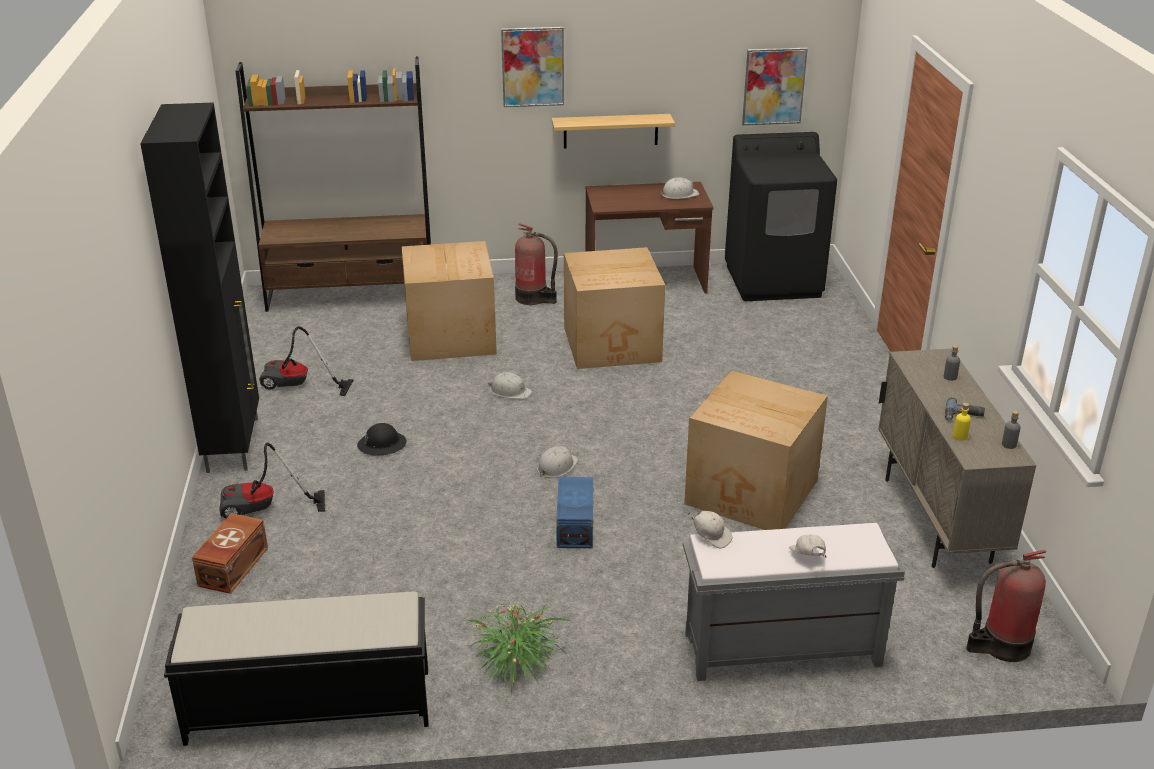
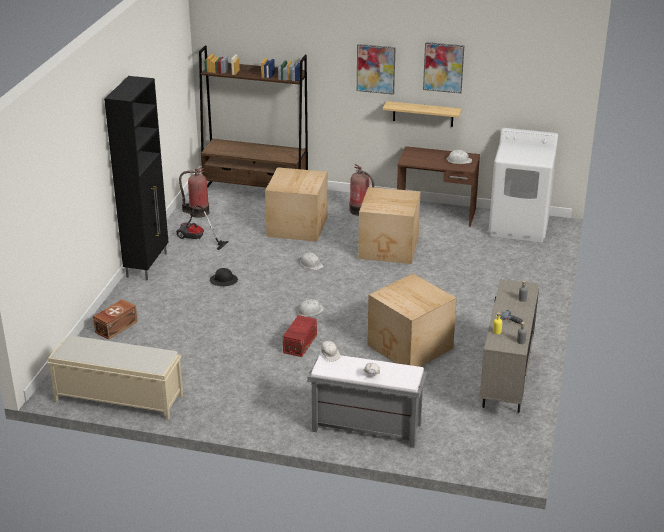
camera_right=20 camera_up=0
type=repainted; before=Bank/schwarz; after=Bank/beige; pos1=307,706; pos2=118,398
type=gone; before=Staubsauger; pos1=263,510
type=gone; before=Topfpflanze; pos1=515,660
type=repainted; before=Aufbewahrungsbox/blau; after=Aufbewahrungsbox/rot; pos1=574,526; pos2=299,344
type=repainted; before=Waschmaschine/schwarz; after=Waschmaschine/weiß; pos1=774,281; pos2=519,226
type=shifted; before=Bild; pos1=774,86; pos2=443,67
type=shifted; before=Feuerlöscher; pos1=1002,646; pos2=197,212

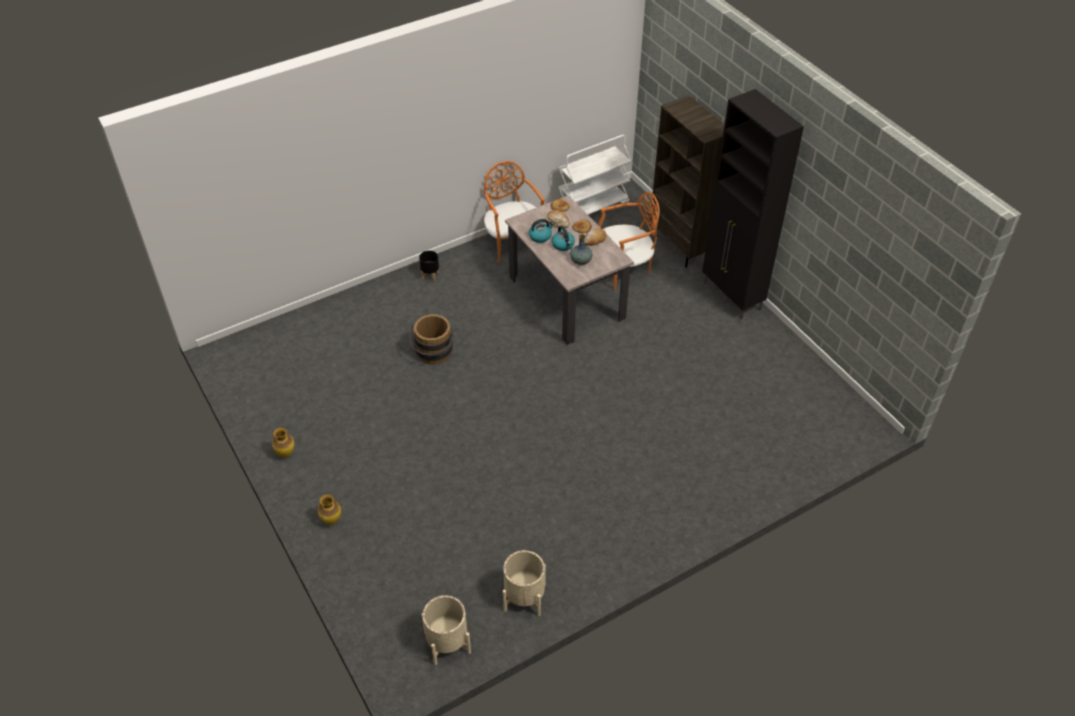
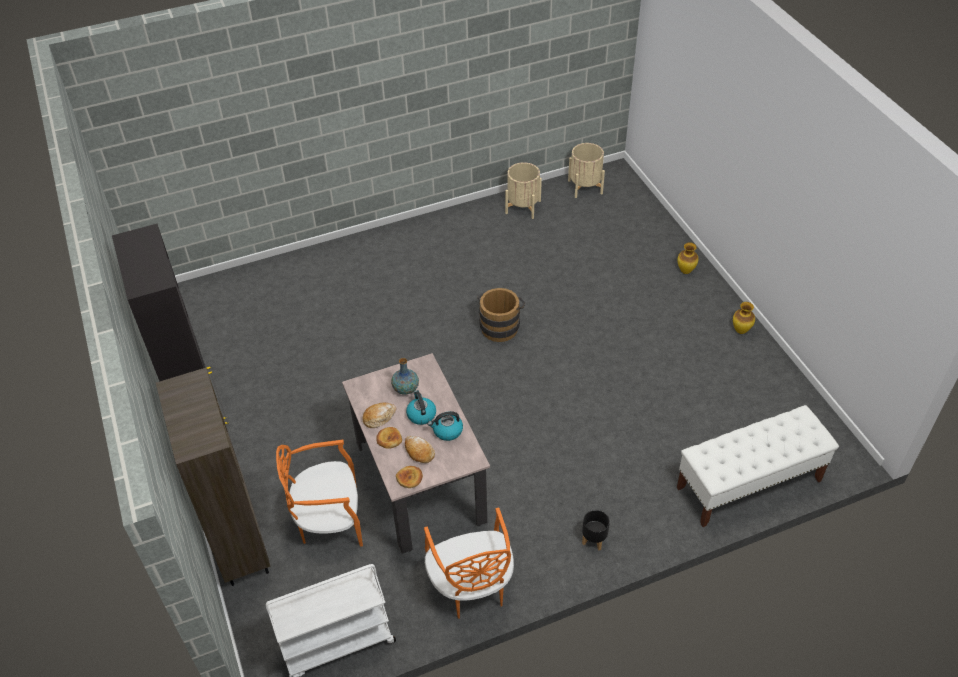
camera_right=-170 camera_up=0
type=shifted; before=Eimer/braun; pos1=433,354; pos2=500,325
type=new; after=Bank/weiß; pos2=748,484

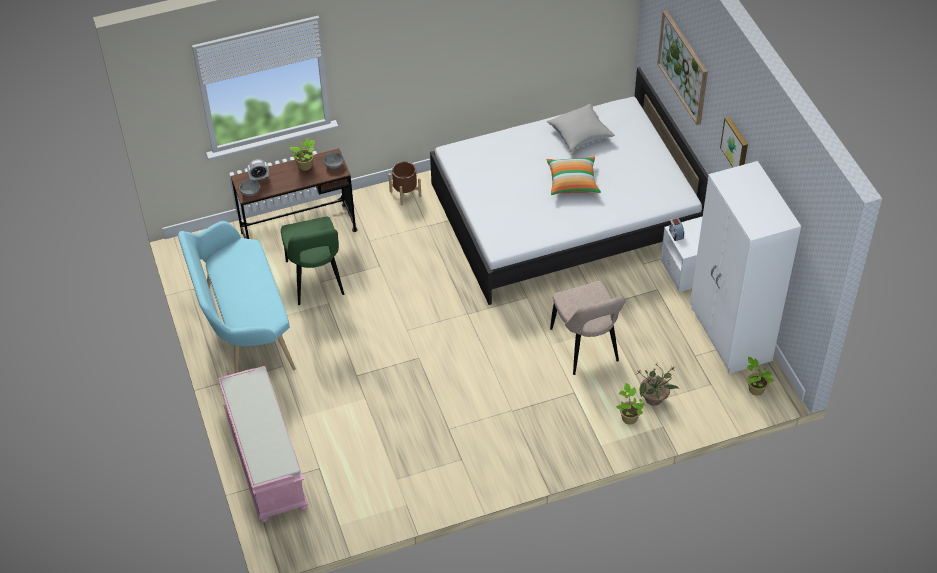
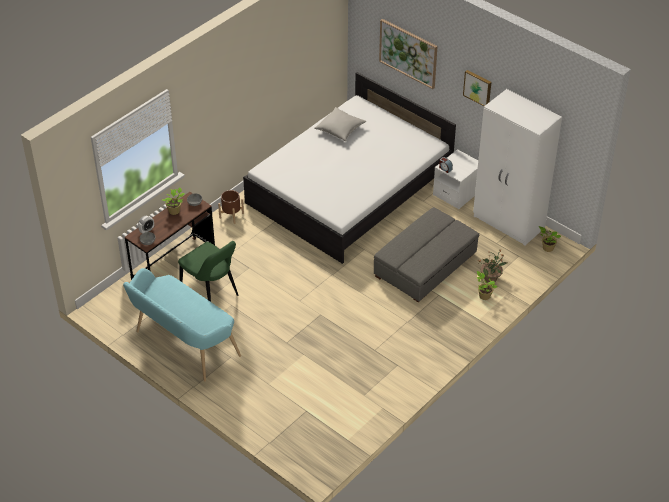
camera_right=-30 camera_up=-5
type=gone; before=Bank/rosa; pos1=264,459
type=gone; before=Kissen; pos1=572,182
type=swapped; before=Stuhl/beige; after=Polsterhocker/grau; pos1=585,348; pos2=425,265

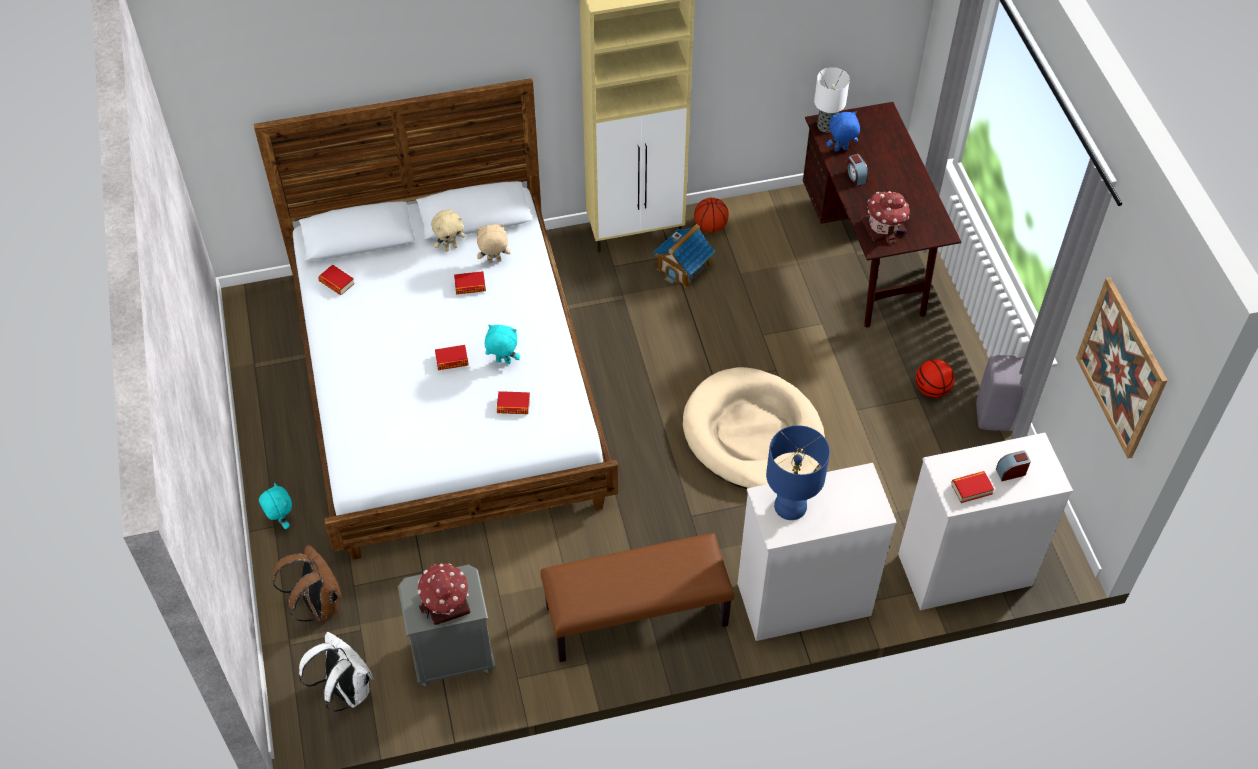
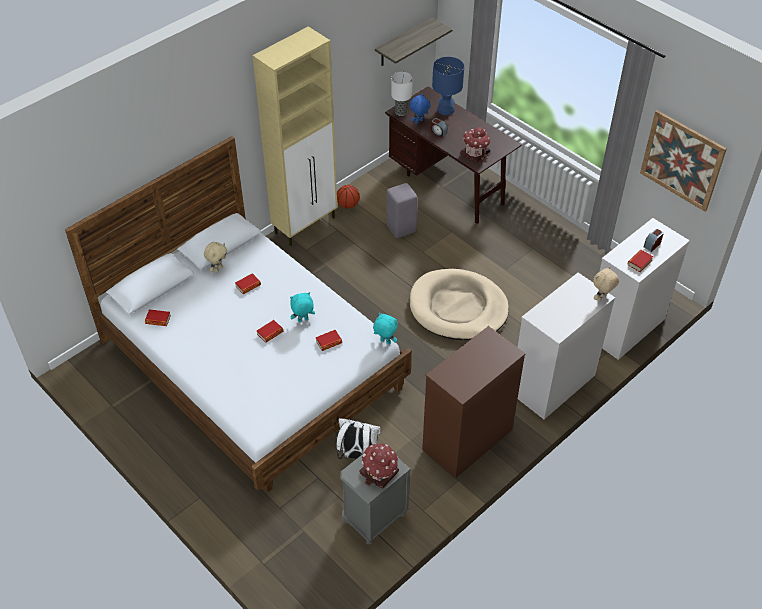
camera_right=-30 camera_up=-5
type=shifted; before=Plüschtier/türkis; pos1=281,521; pos2=385,342
type=gone; before=Rucksack/braun; pos1=318,604
type=shifted; before=Rucksack/weiß; pos1=345,690; pos2=357,455
type=shifted; before=Plüschtier/beige; pos1=494,262; pos2=602,298
type=swapped; before=Bank/braun; after=Kommode/braun; pos1=636,617; pos2=467,440
type=gone; before=Spielzeughaus; pos1=683,267
type=shifted; before=Tischlampe/blau; pos1=791,506; pos2=446,110
type=gone; before=Basketball; pos1=932,389
type=shifted; before=Hocker/grau; pos1=994,416; pos2=400,229
type=new; after=Wandregal; pos2=403,43

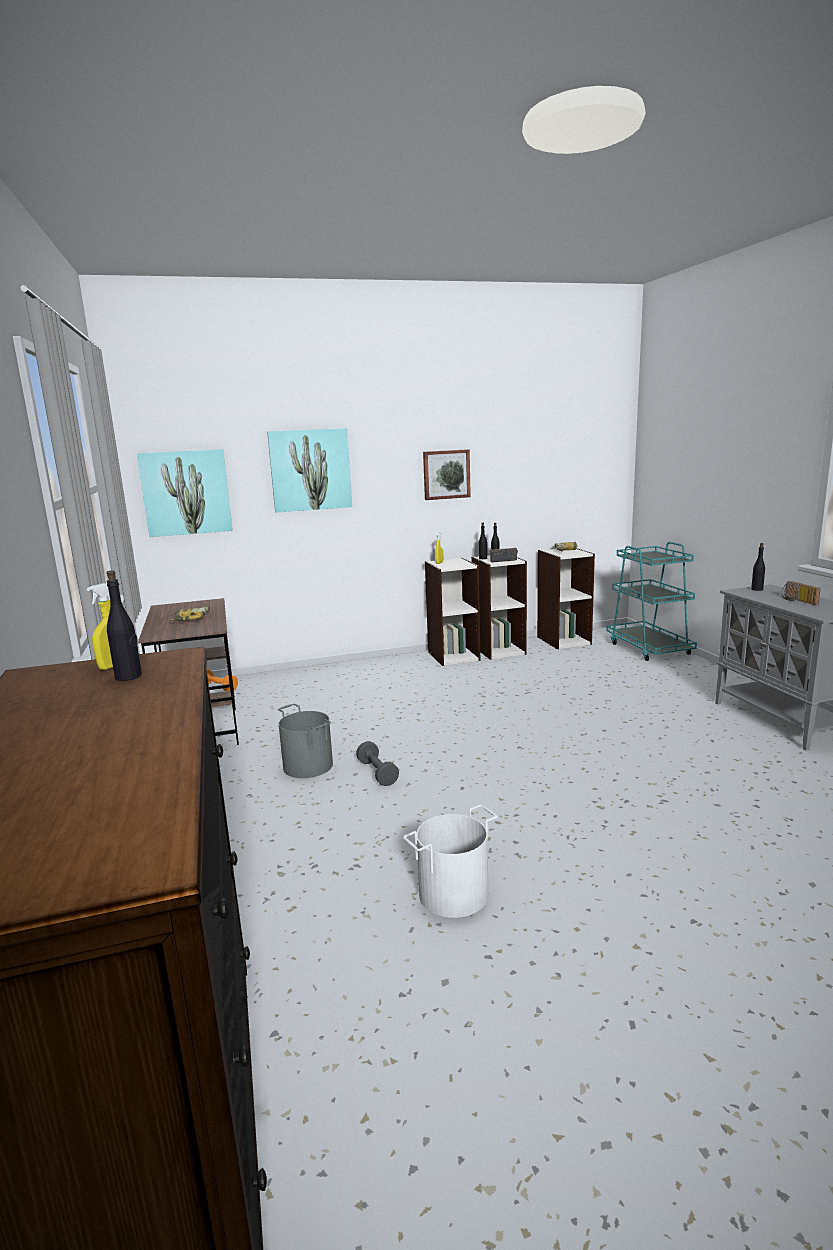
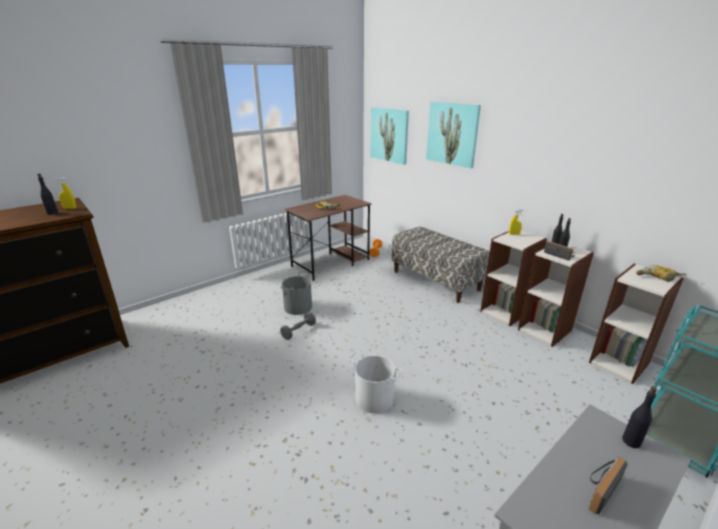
camera_right=65 camera_up=10
type=shifted; before=Eimer/weiß; pos1=453,893; pos2=374,398
type=gone; before=Bild; pos1=446,474
type=new; after=Bank; pos2=436,280

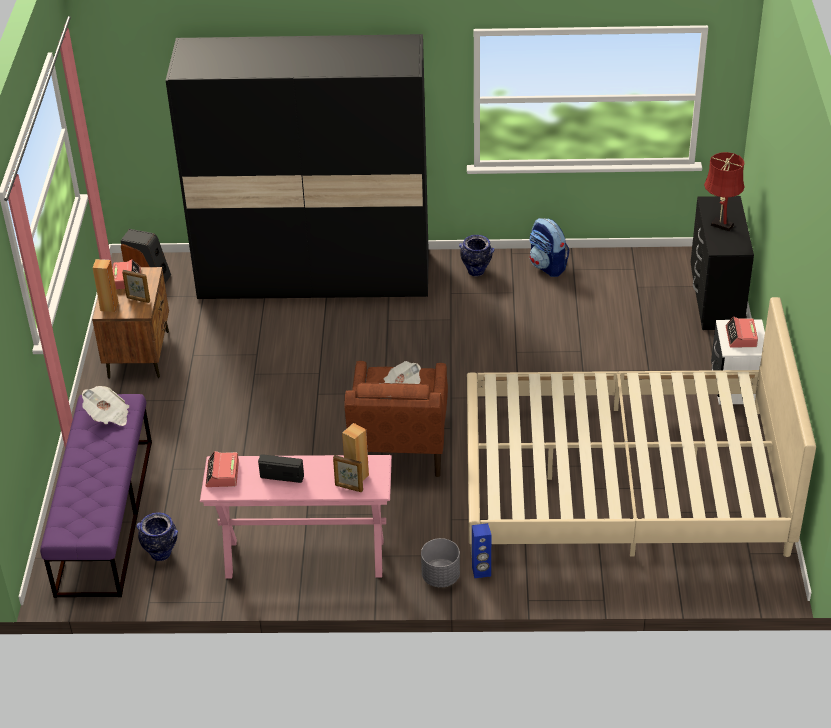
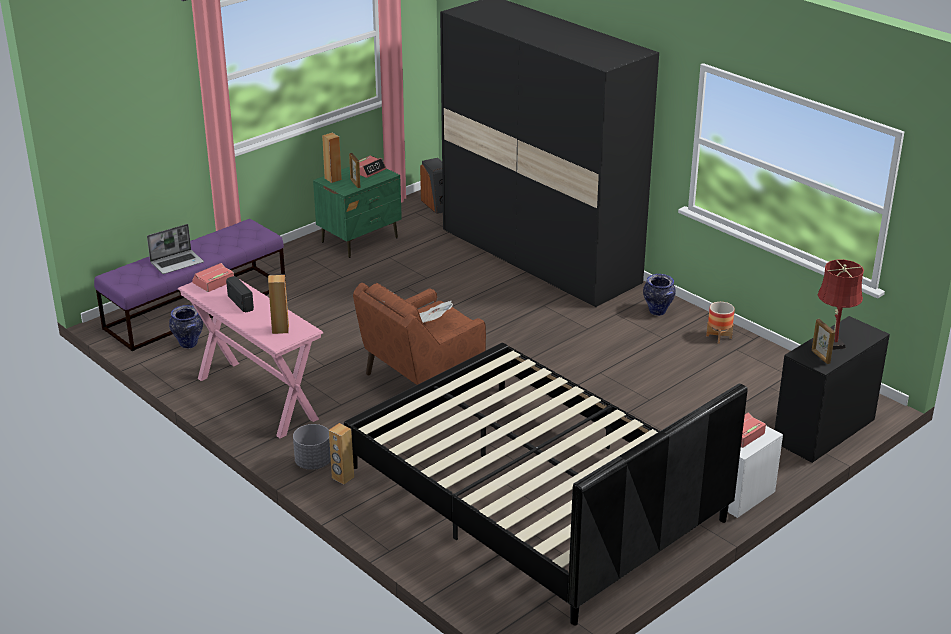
camera_right=45 camera_up=-10
type=gone; before=Zeitung; pos1=108,416
type=repainted; before=Nachttisch/braun; after=Nachttisch/grün; pos1=139,354; pos2=360,240
type=shifted; before=Bilderrahmen; pos1=349,488; pos2=820,357
type=repainted; before=Bett/beige; after=Bett/schwarz; pos1=623,482; pos2=533,494
type=repainted; before=Lautsprecher/blau; after=Lautsprecher/braun; pos1=481,571; pos2=342,478
type=swapped; before=Rucksack; after=Pflanzkübel; pos1=548,266; pos2=719,337
type=new; after=Laptop; pos2=177,263

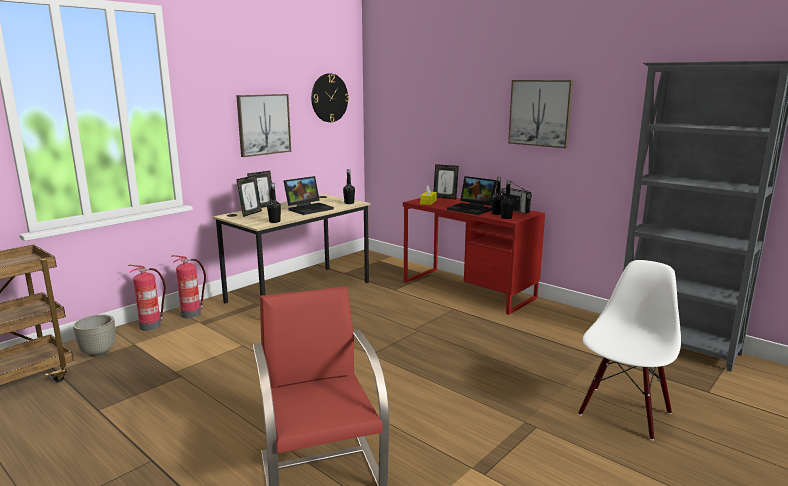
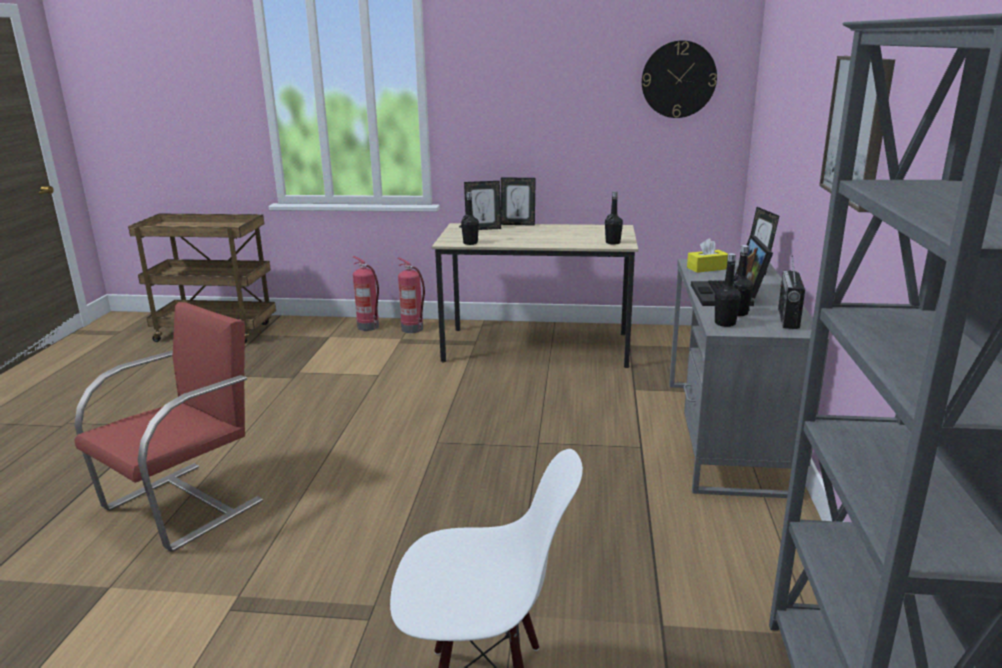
camera_right=55 camera_up=5
type=gone; before=Pflanzkübel/grau; pos1=98,352
type=gone; before=Bild; pos1=263,124
type=gone; before=Laptop; pos1=309,208
type=repainted; before=Schreibtisch/rot; after=Schreibtisch/grau; pos1=468,290; pos2=726,434

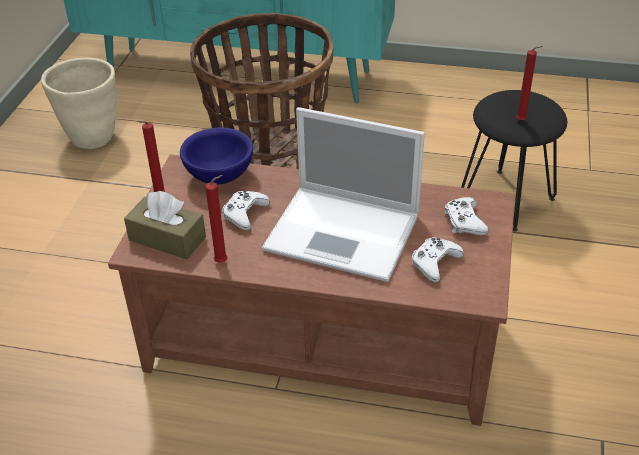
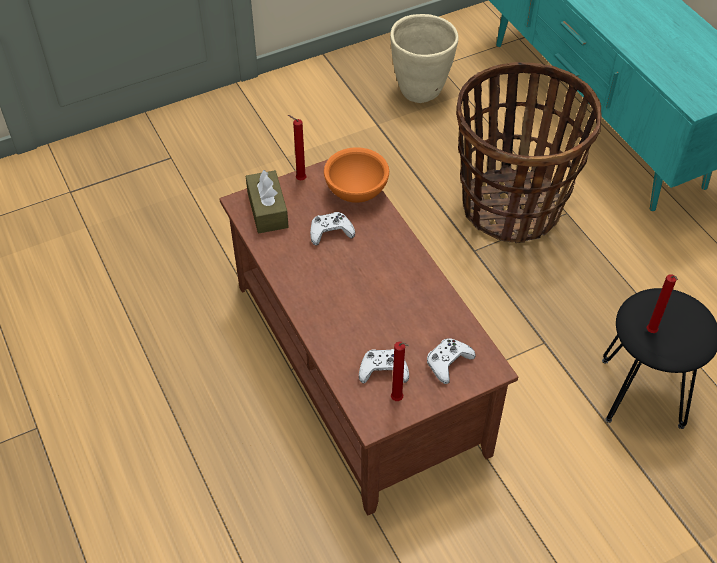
camera_right=50 camera_up=10
type=repainted; before=Schüssel/blau; after=Schüssel/orange; pos1=219,175; pos2=356,191
type=shifted; before=Kerze/rot; pos1=223,262; pos2=398,400
type=gone; before=Laptop; pos1=345,233

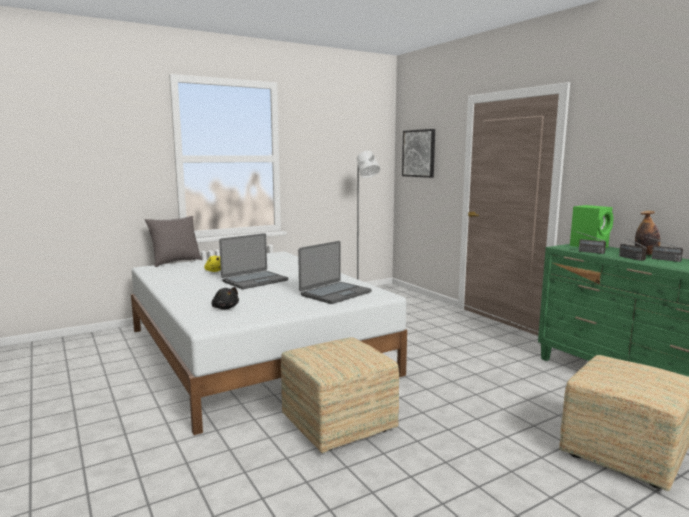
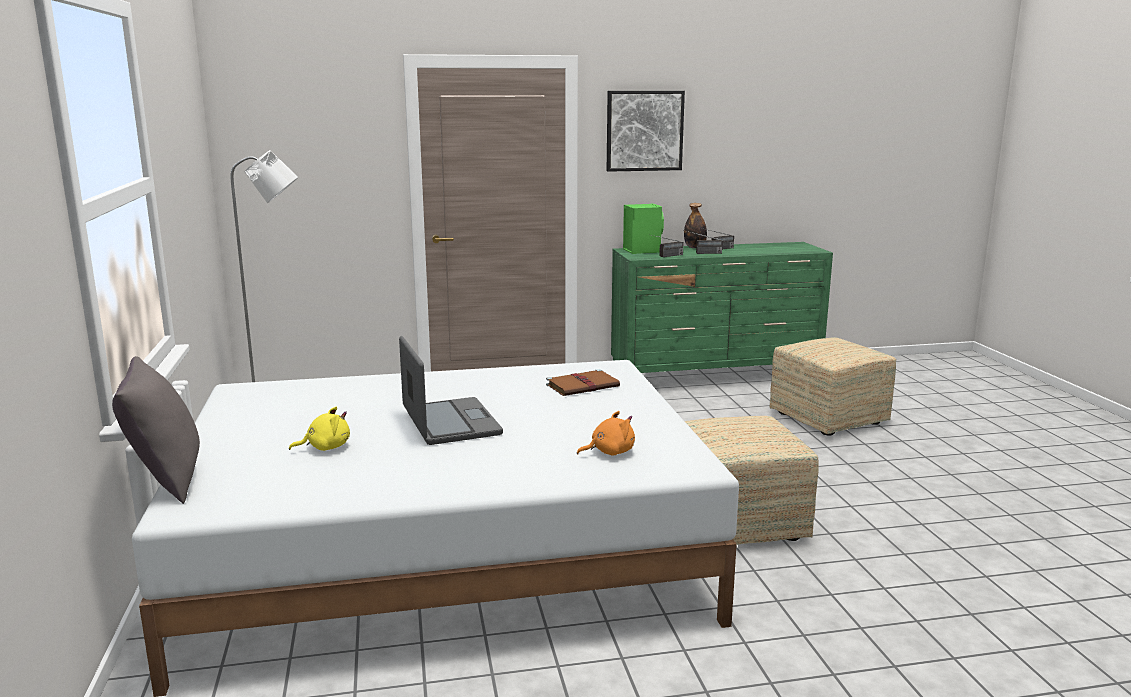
camera_right=-70 camera_up=5
type=repainted; before=Plüschtier/schwarz; after=Plüschtier/orange; pos1=225,308; pos2=609,452
type=swapped; before=Laptop; after=Buch/braun; pos1=335,293; pos2=583,386
type=shifted; before=Bild; pos1=419,153; pos2=644,131

